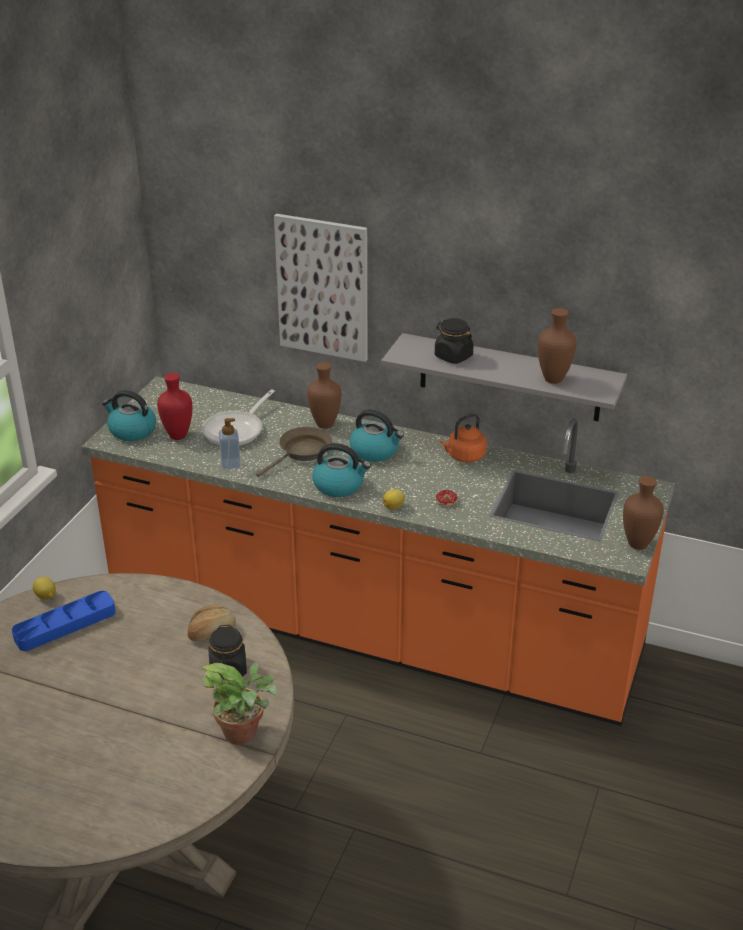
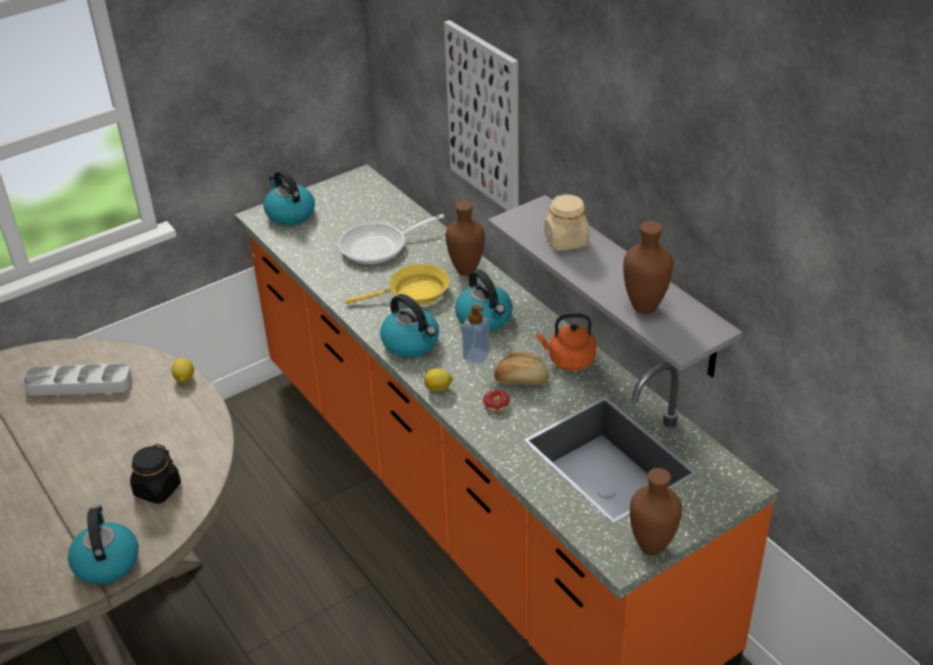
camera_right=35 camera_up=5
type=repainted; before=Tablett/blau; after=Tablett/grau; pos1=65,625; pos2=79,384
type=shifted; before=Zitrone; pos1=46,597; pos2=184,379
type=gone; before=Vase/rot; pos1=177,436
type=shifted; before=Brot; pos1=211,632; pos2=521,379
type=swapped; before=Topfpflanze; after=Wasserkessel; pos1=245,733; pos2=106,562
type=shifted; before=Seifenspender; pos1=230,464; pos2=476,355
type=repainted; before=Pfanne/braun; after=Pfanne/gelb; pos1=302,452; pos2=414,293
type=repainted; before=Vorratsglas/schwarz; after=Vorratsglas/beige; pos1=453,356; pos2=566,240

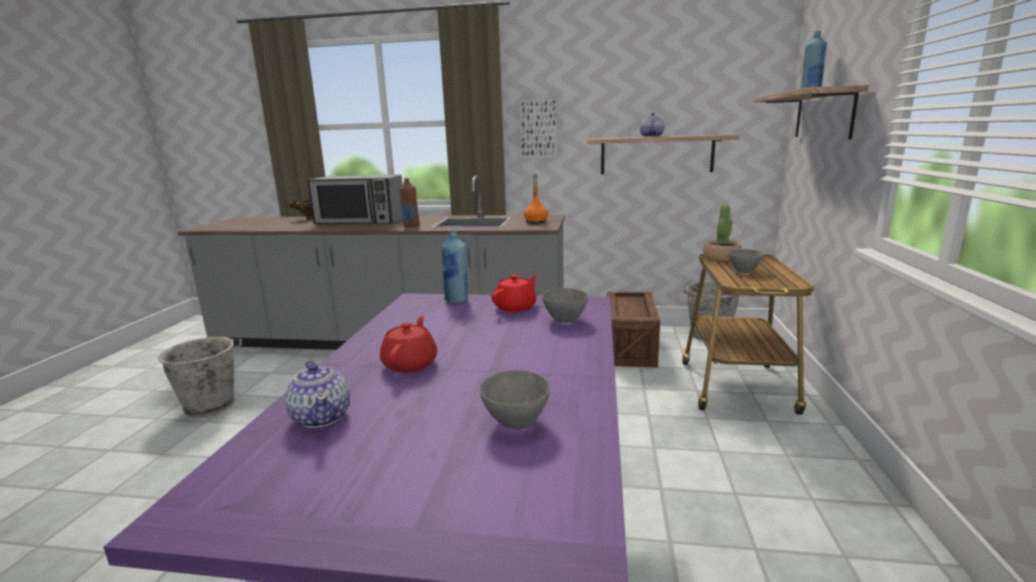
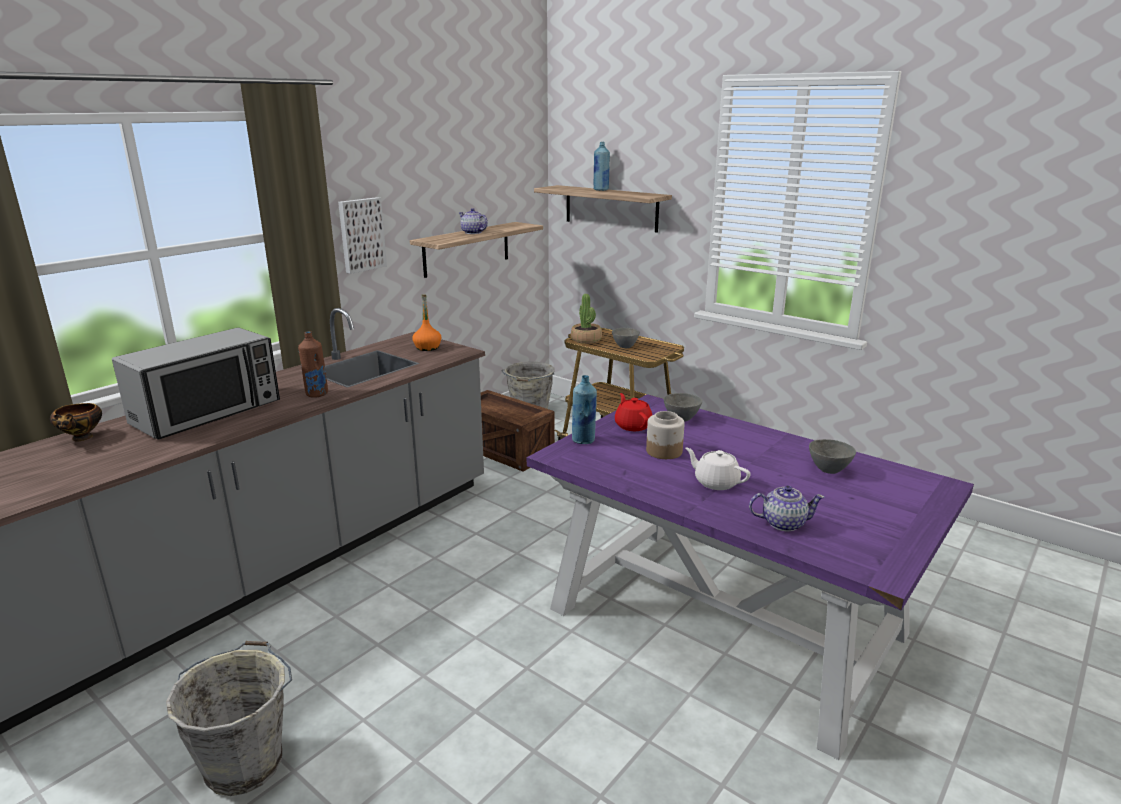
camera_right=-60 camera_up=5
type=repainted; before=Teekanne/rot; after=Teekanne/weiß; pos1=410,363; pos2=715,482
type=new; after=Vorratsglas; pos2=664,451

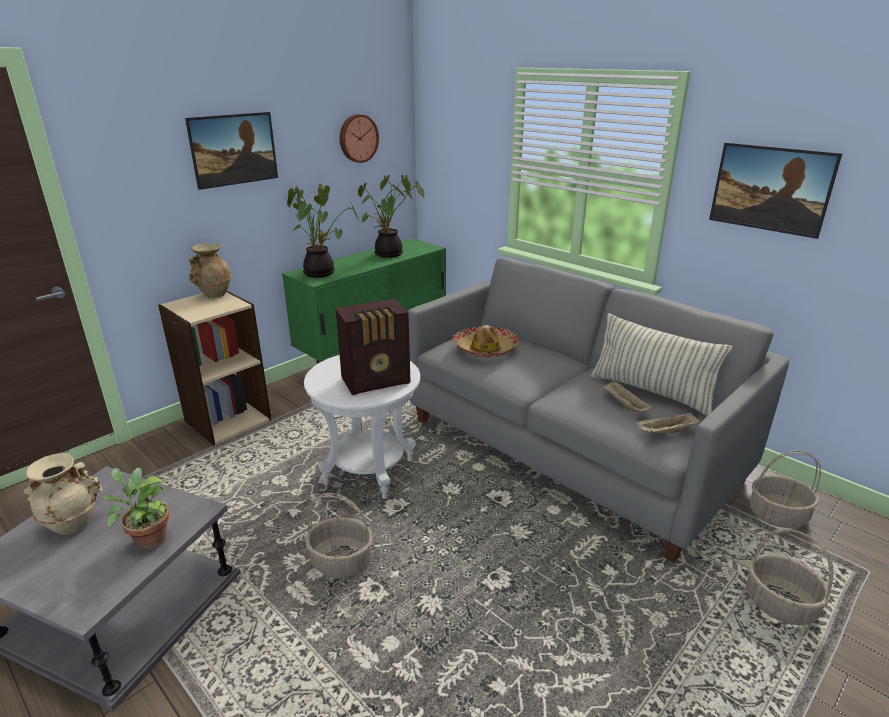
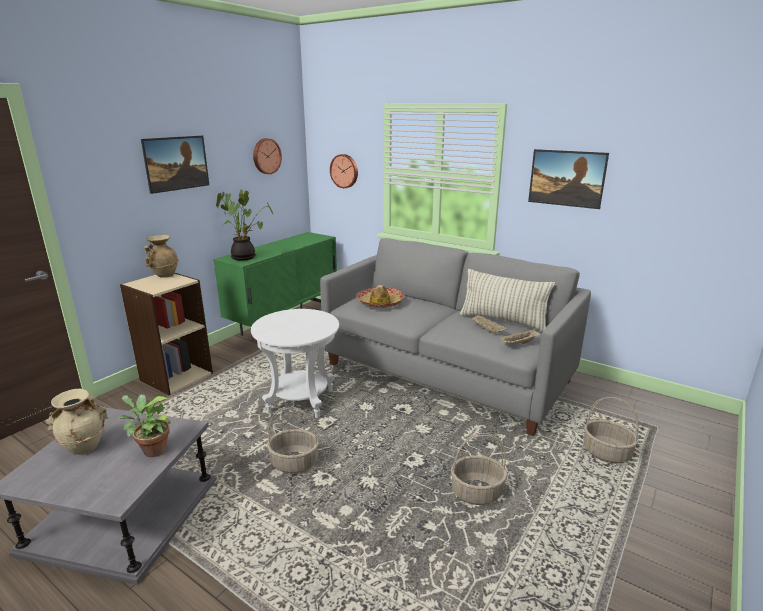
camera_right=-10 camera_up=-5
type=gone; before=Radio; pos1=377,381
type=gone; before=Topfpflanze; pos1=389,255
type=shifted; before=Korb; pos1=778,514; pos2=477,492
type=new; after=Wanduhr; pos2=344,171

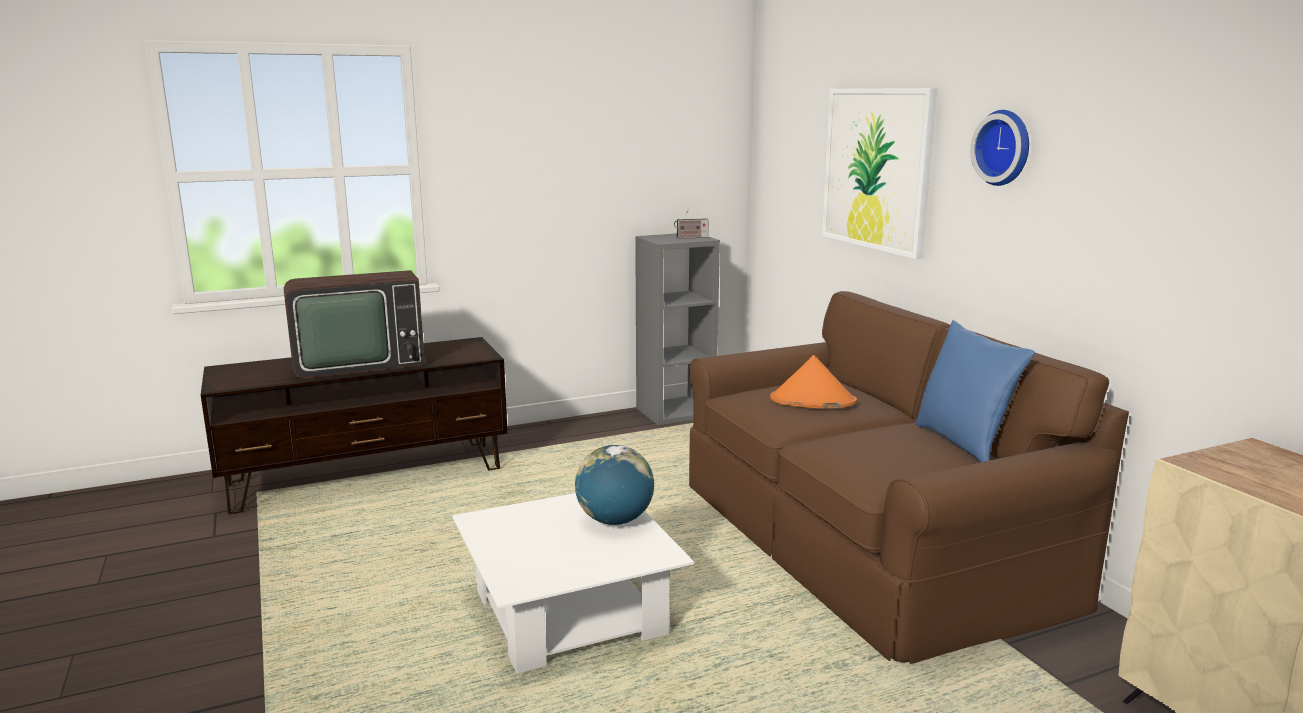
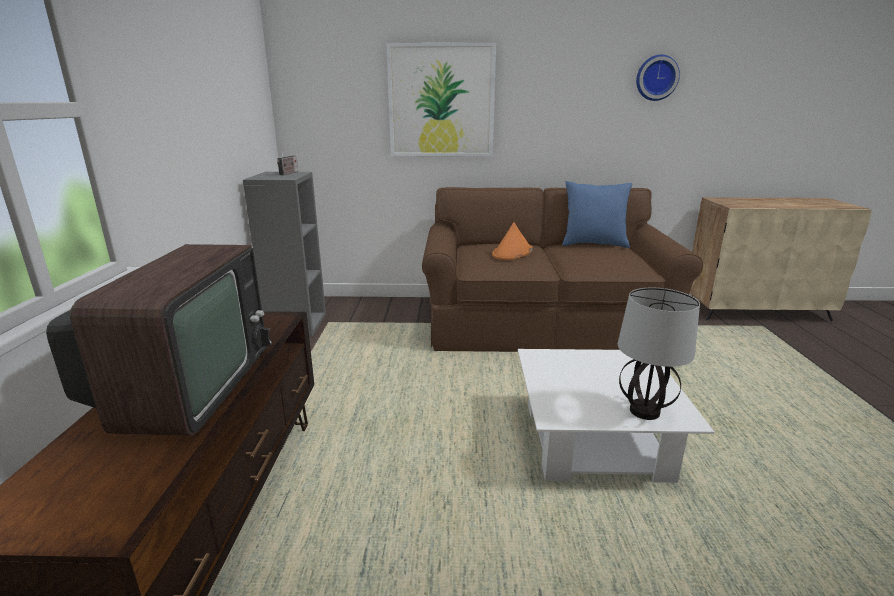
camera_right=-65 camera_up=5
type=gone; before=Globus; pos1=614,520
type=shifted; before=Wanduhr; pos1=1005,147; pos2=656,78
type=new; after=Tischlampe; pos2=644,412

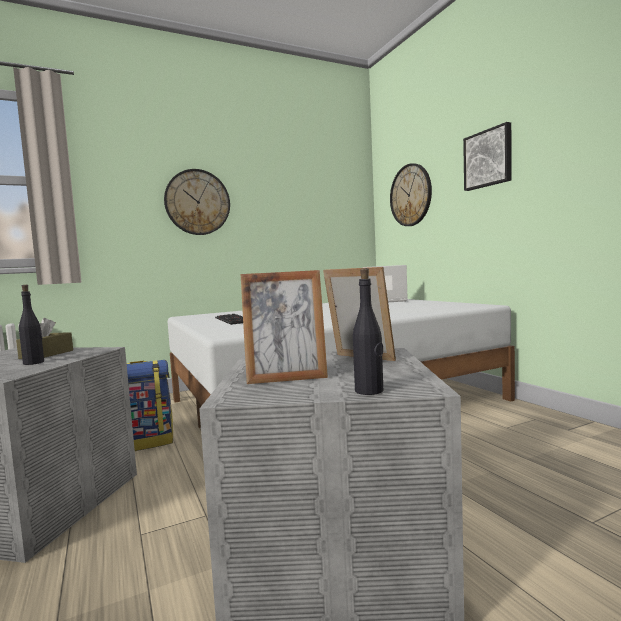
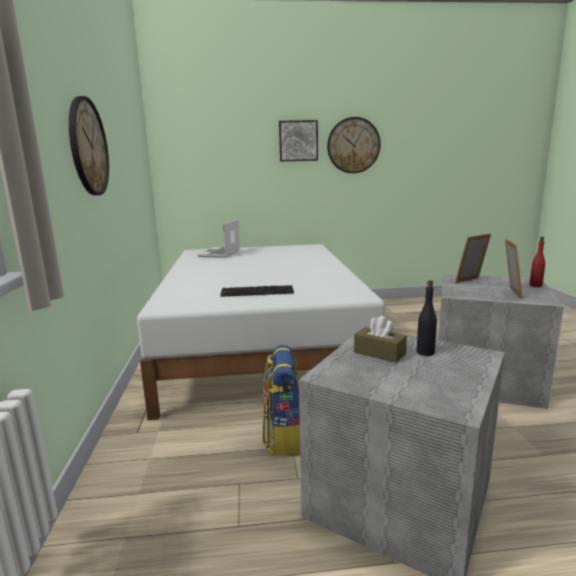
camera_right=-70 camera_up=10
type=repainted; before=Flasche/schwarz; after=Flasche/rot; pos1=369,391; pos2=535,285
type=shifted; before=Wanduhr; pos1=410,195; pos2=353,145

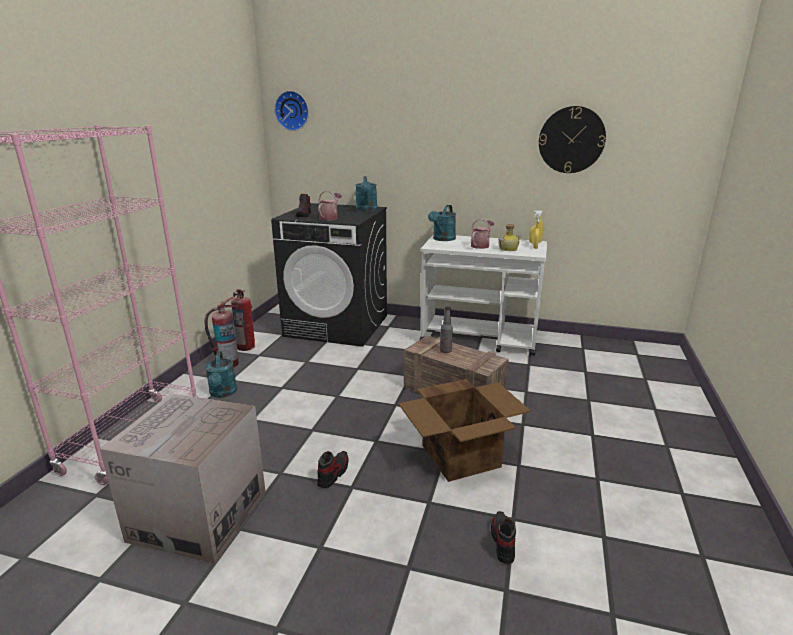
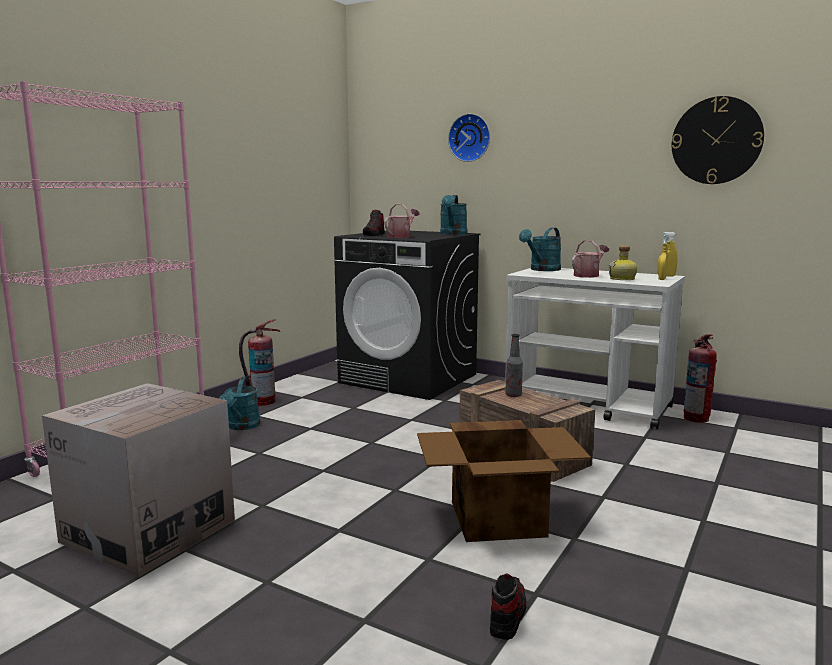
camera_right=15 camera_up=-10
type=shifted; before=Feuerlöscher; pos1=246,347; pos2=696,418
type=shifted; before=Wanduhr; pos1=292,110; pos2=470,138
type=gone; before=Schuh; pos1=333,473

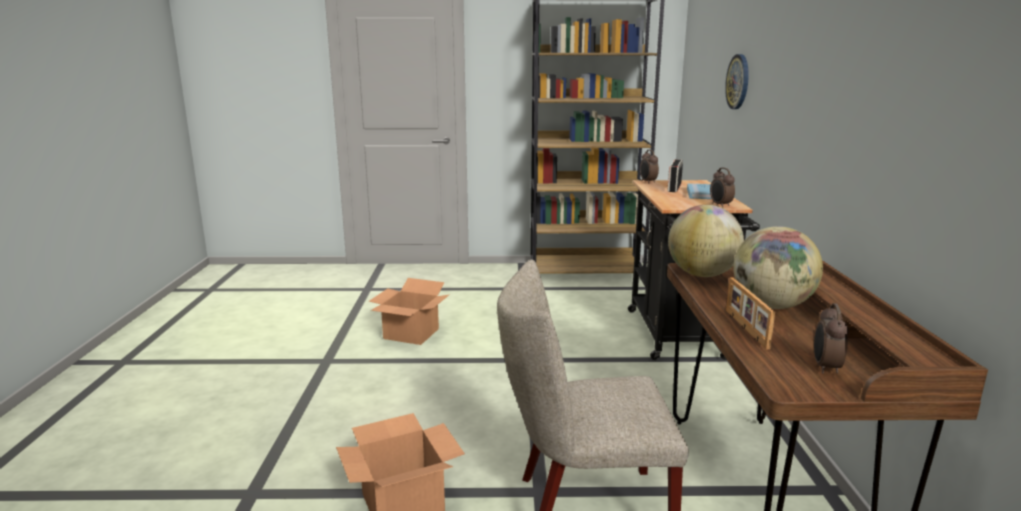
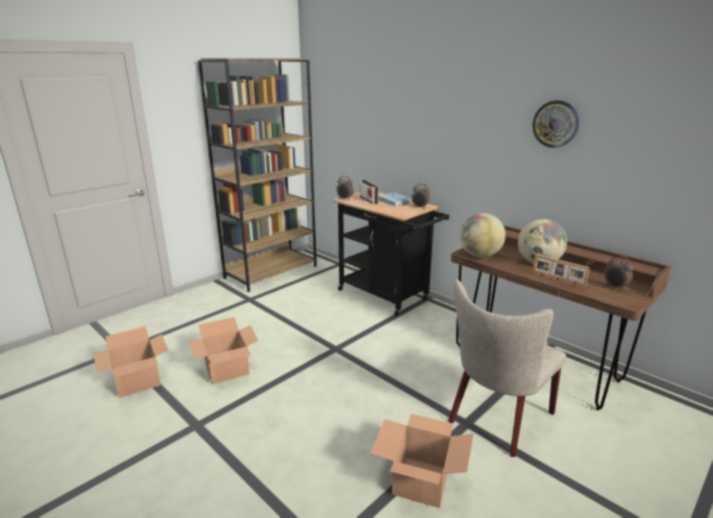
camera_right=-45 camera_up=5
type=shifted; before=Wanduhr; pos1=738,82; pos2=555,124
type=new; after=Karton; pos2=138,381

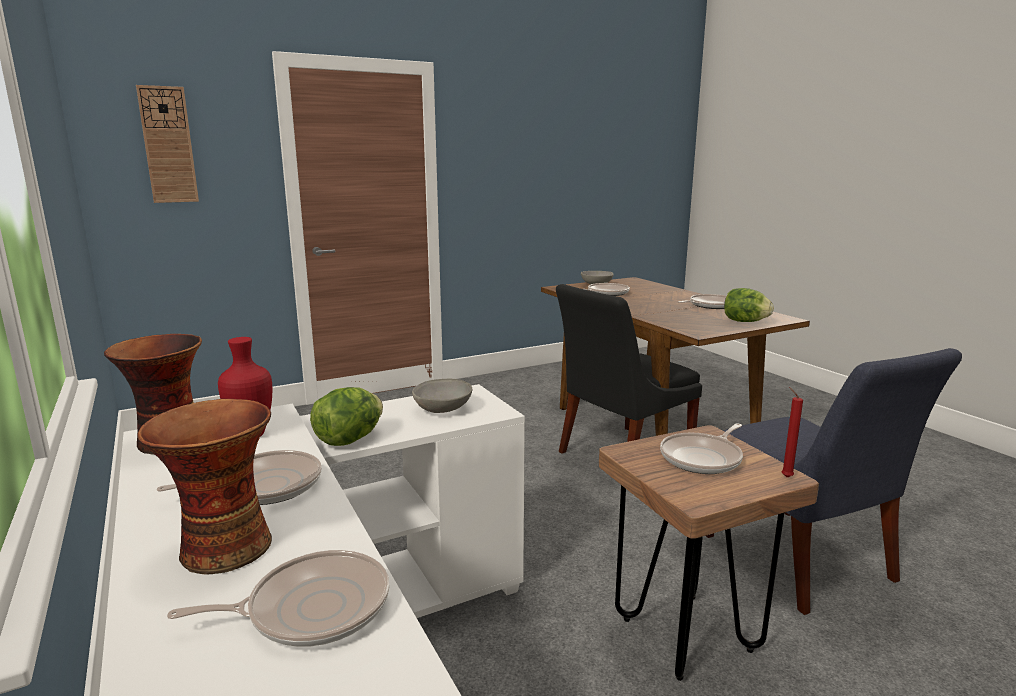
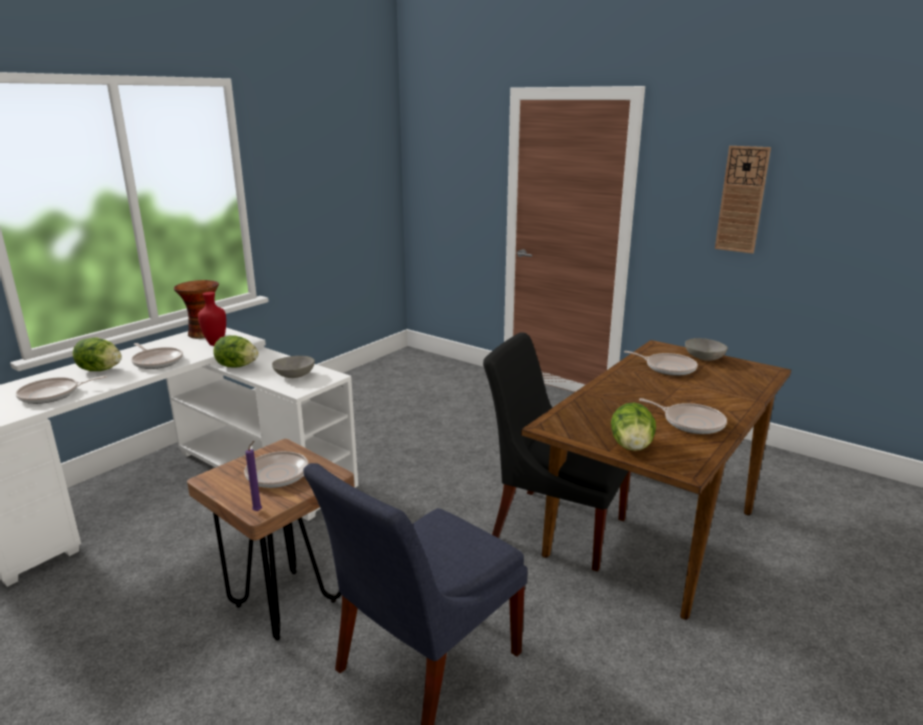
camera_right=65 camera_up=5
type=shifted; before=Wanduhr; pos1=168,145; pos2=742,200
type=swapped; before=Vase; after=Salatkopf; pos1=223,548; pos2=100,370
type=rotated; before=Pfanne; pos1=312,608; pos2=53,394; turn=105
type=repainted; before=Kerze/rot; after=Kerze/lila; pos1=785,476; pos2=258,510

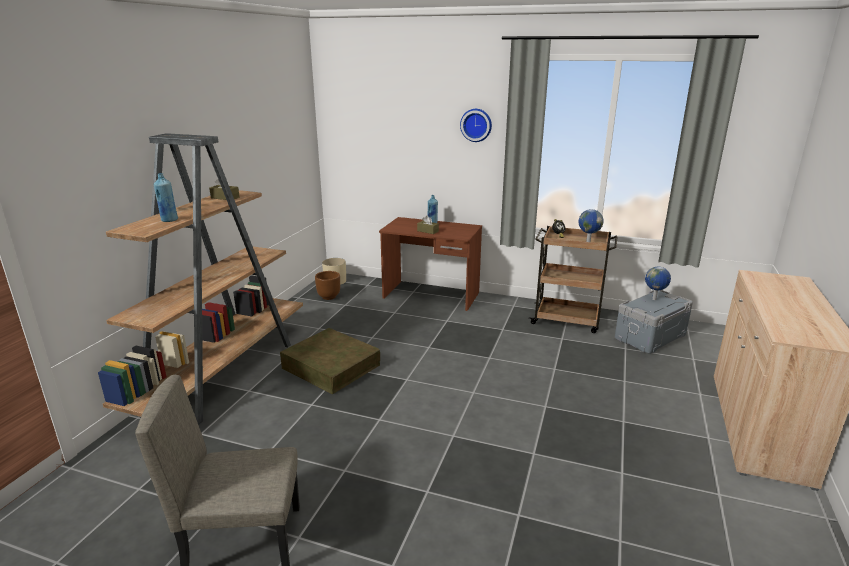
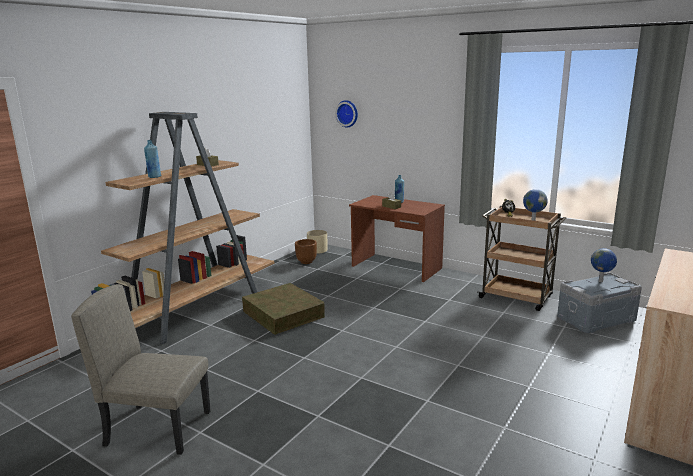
camera_right=15 camera_up=-5
type=shifted; before=Wanduhr; pos1=476,125; pos2=347,113

